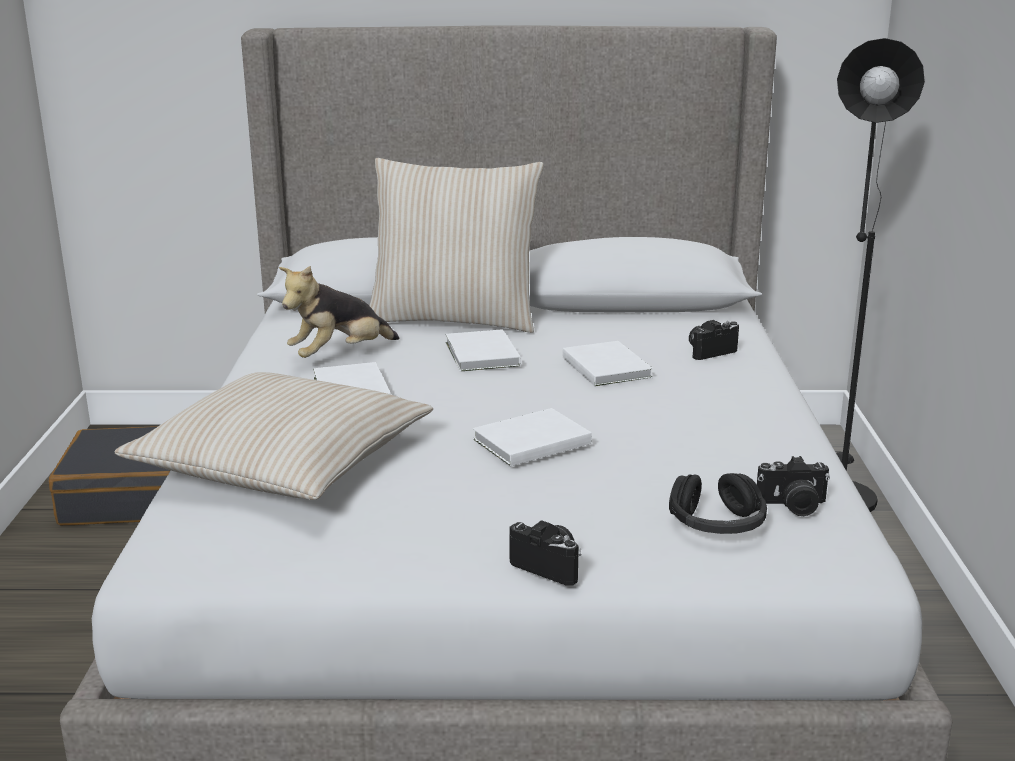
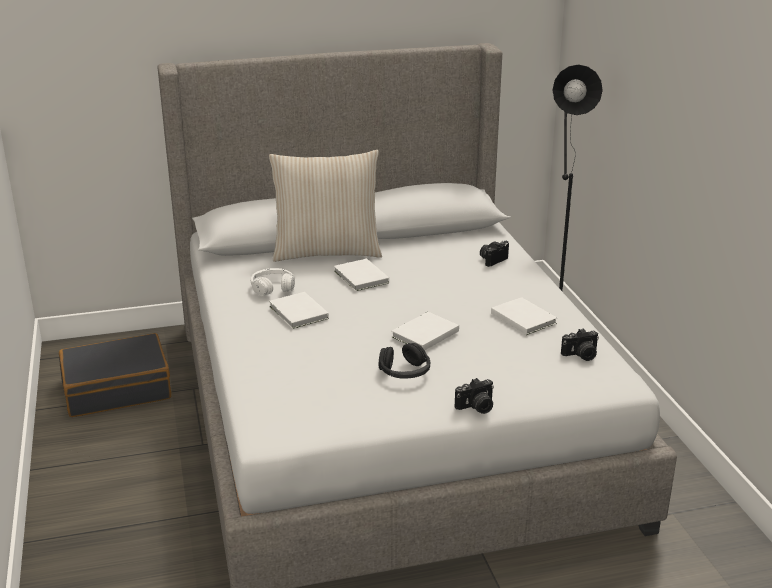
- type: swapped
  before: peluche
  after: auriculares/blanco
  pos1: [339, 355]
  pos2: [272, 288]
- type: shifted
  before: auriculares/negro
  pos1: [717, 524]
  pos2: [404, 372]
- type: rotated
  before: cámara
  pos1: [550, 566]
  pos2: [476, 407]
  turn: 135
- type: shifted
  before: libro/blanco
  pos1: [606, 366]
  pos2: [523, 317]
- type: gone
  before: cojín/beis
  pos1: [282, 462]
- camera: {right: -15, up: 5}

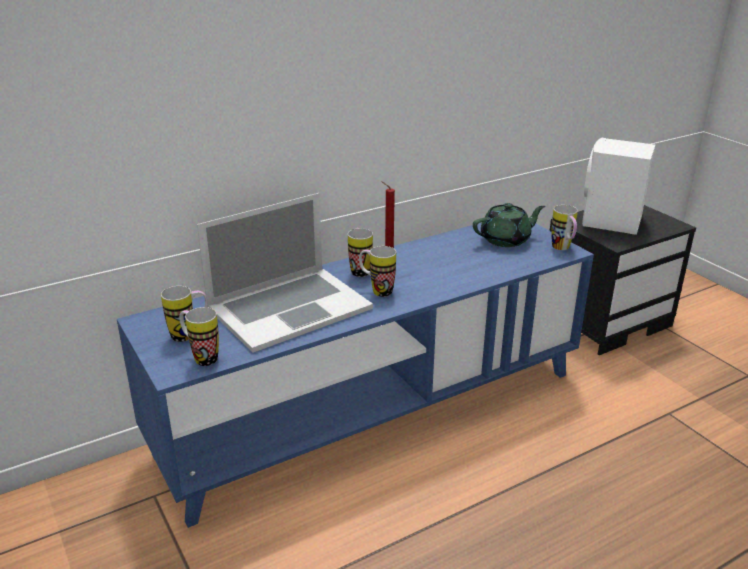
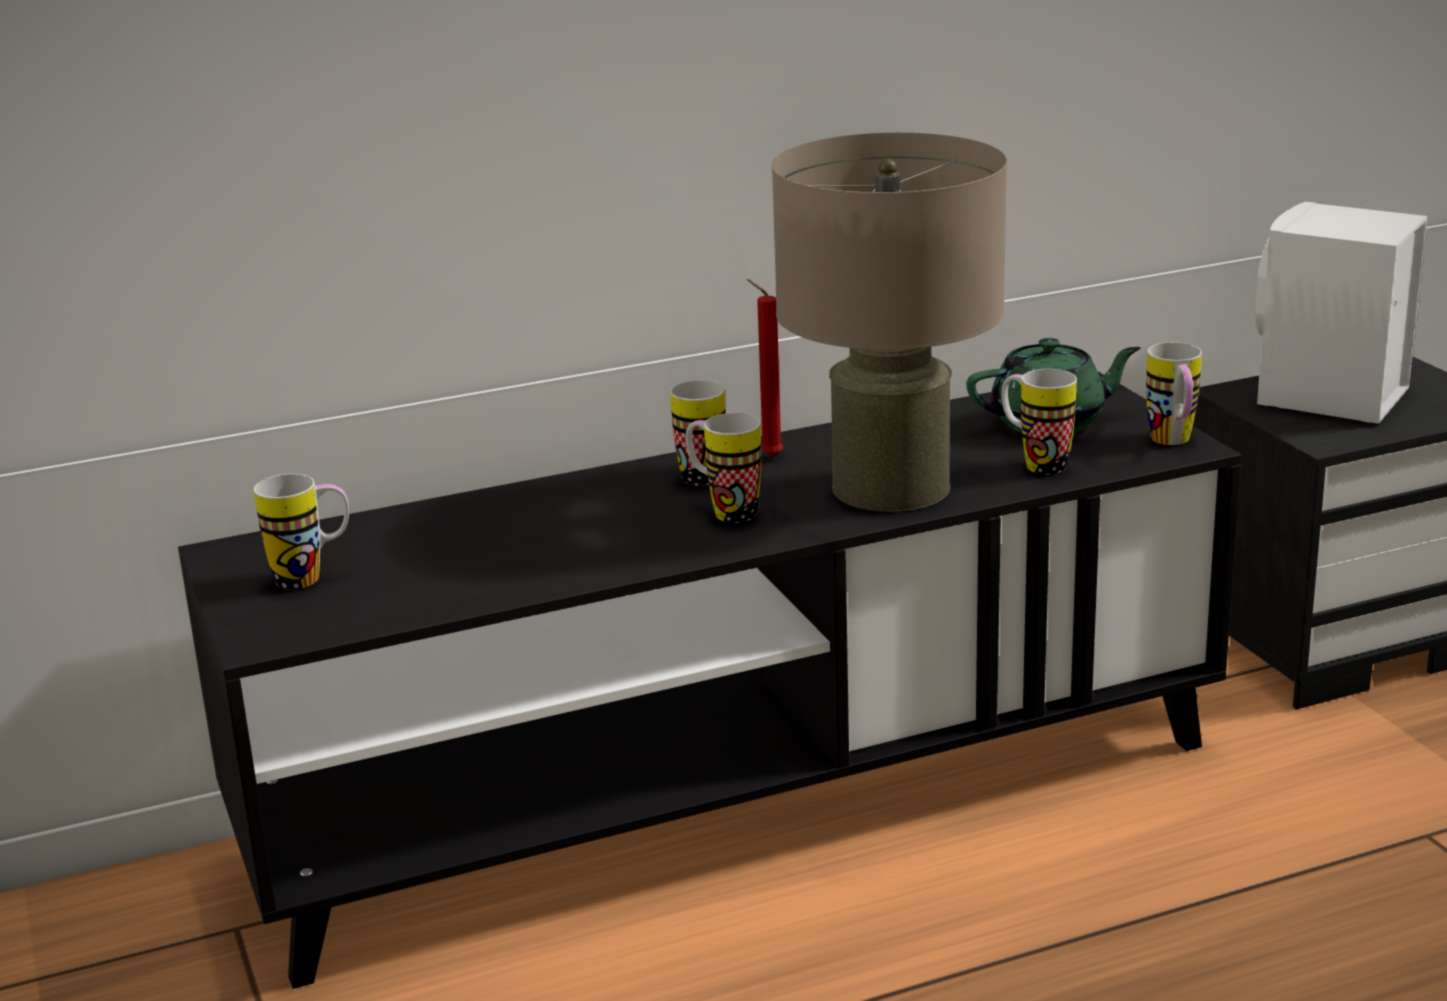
- type: repainted
  before: mueble de televisión/azul
  after: mueble de televisión/negro
  pos1: [373, 412]
  pos2: [736, 799]
- type: new
  after: lámpara de mesa/beis
  pos2: [890, 487]
- type: shifted
  before: taza grande
  pos1: [201, 357]
  pos2: [1035, 463]
- type: gone
  before: portátil
  pos1: [289, 307]
- camera: {right: 10, up: -5}

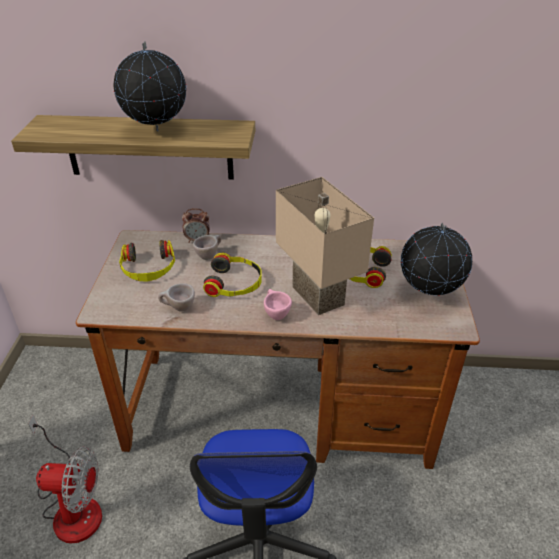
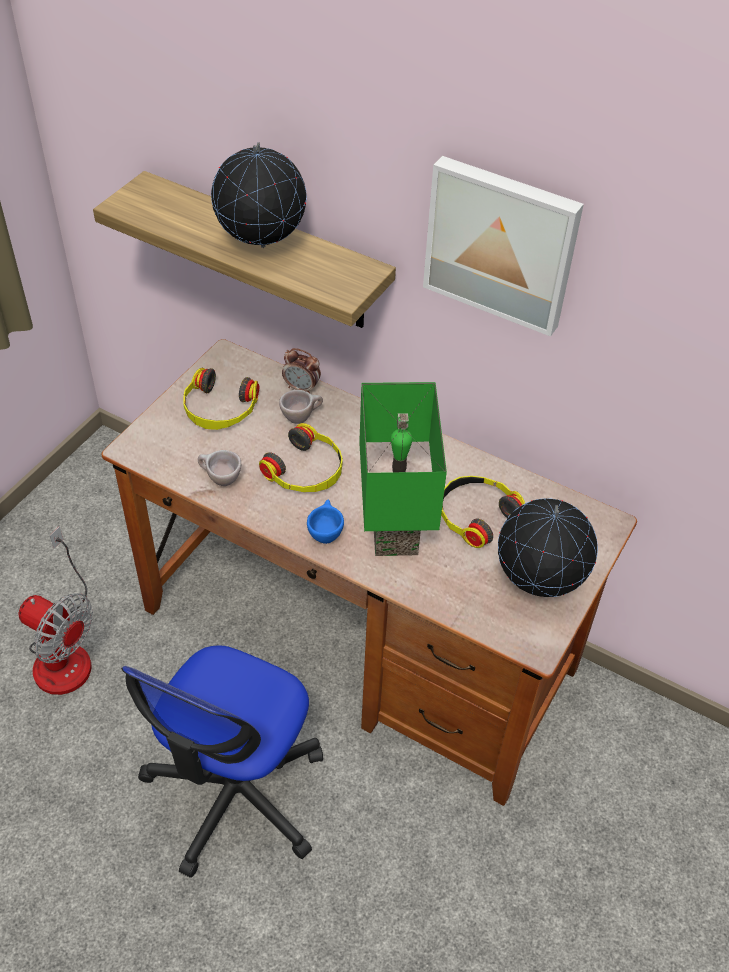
- type: repainted
  before: taza/rosa
  after: taza/azul
  pos1: [275, 314]
  pos2: [325, 533]
- type: repainted
  before: lámpara de mesa/beis
  after: lámpara de mesa/verde
  pos1: [320, 295]
  pos2: [398, 529]
- type: new
  after: cuadro
  pos2: [501, 243]
- camera: {right: 25, up: 10}

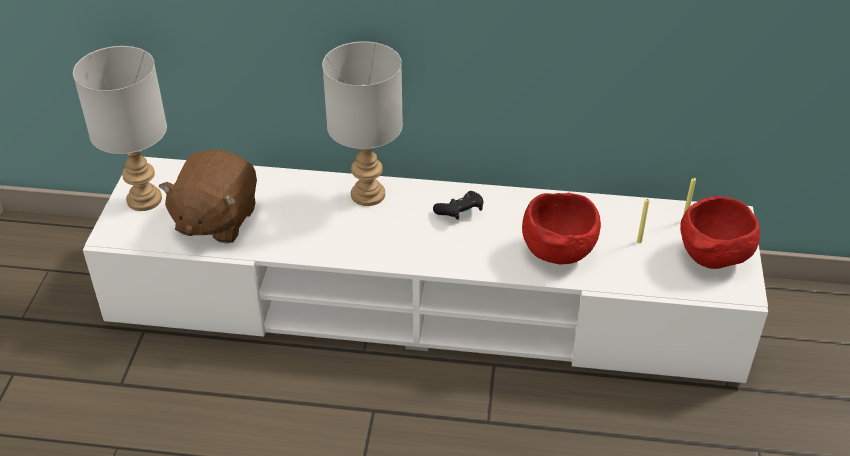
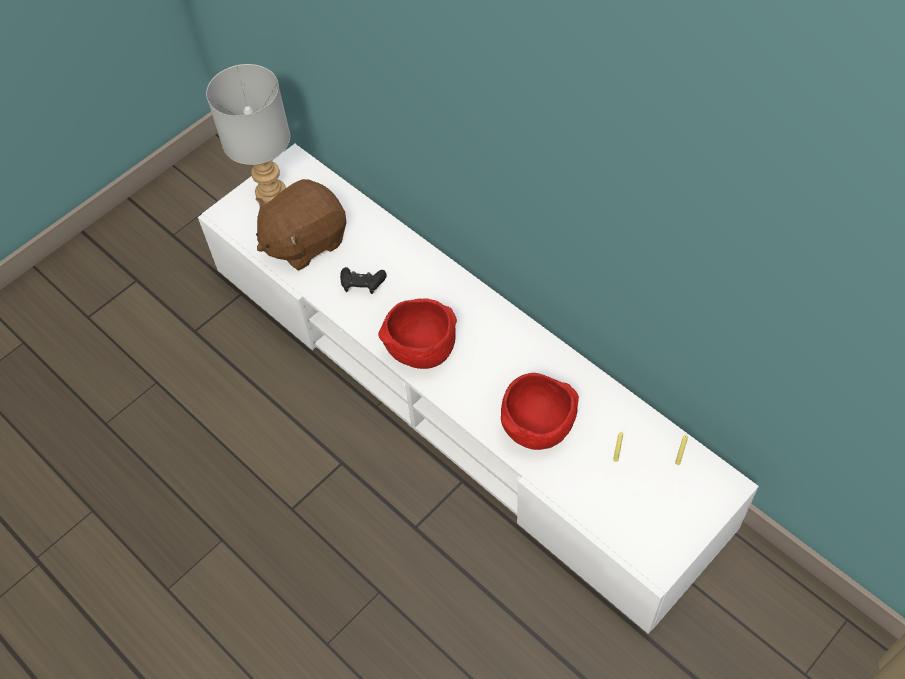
- type: shifted
  before: mando de consola/negro
  pos1: [460, 213]
  pos2: [362, 285]
- type: shifted
  before: cuenco/rojo
  pos1: [713, 258]
  pos2: [420, 352]
- type: gone
  before: lámpara de mesa/gris
  pos1: [367, 195]
- camera: {right: 40, up: 15}

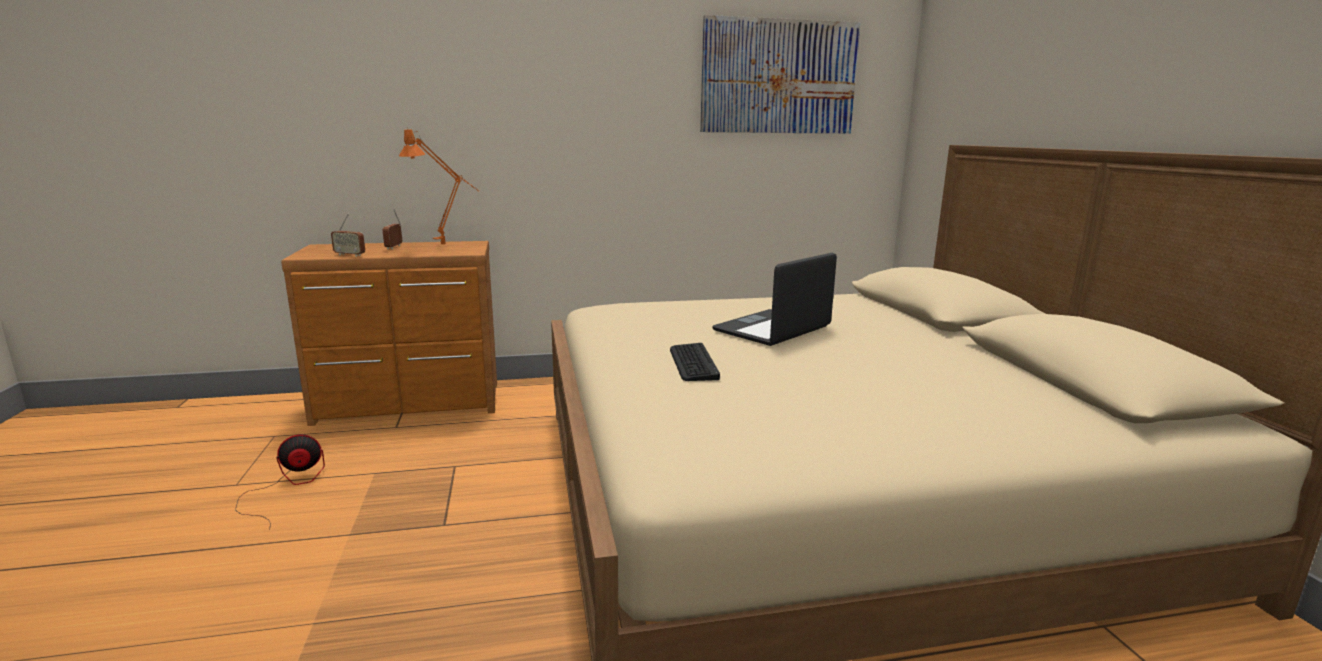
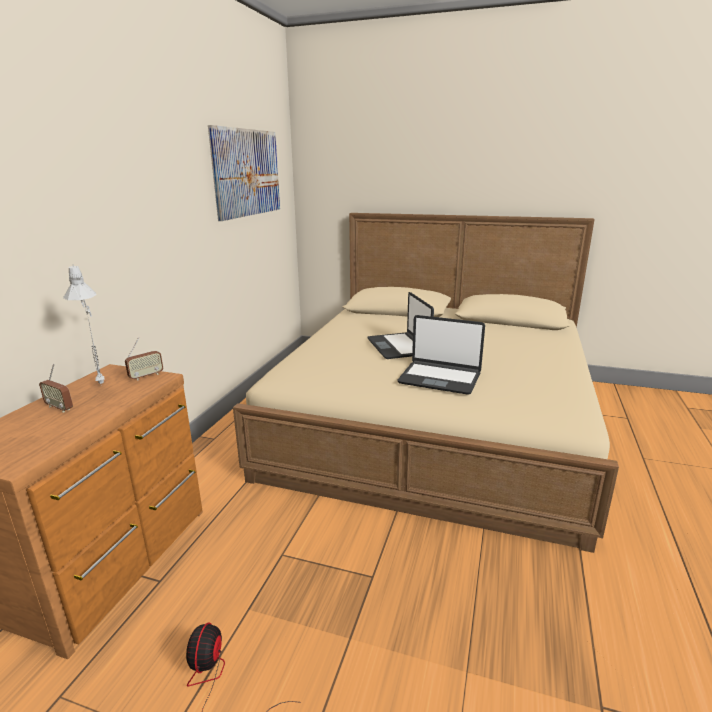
- type: repainted
  before: lámpara de mesa/naranja
  after: lámpara de mesa/gris
  pos1: [448, 245]
  pos2: [101, 382]
- type: shifted
  before: radio
  pos1: [350, 255]
  pos2: [146, 376]
- type: swapped
  before: teclado
  after: portátil
  pos1: [693, 363]
  pos2: [439, 378]
- camera: {right: -60, up: 5}

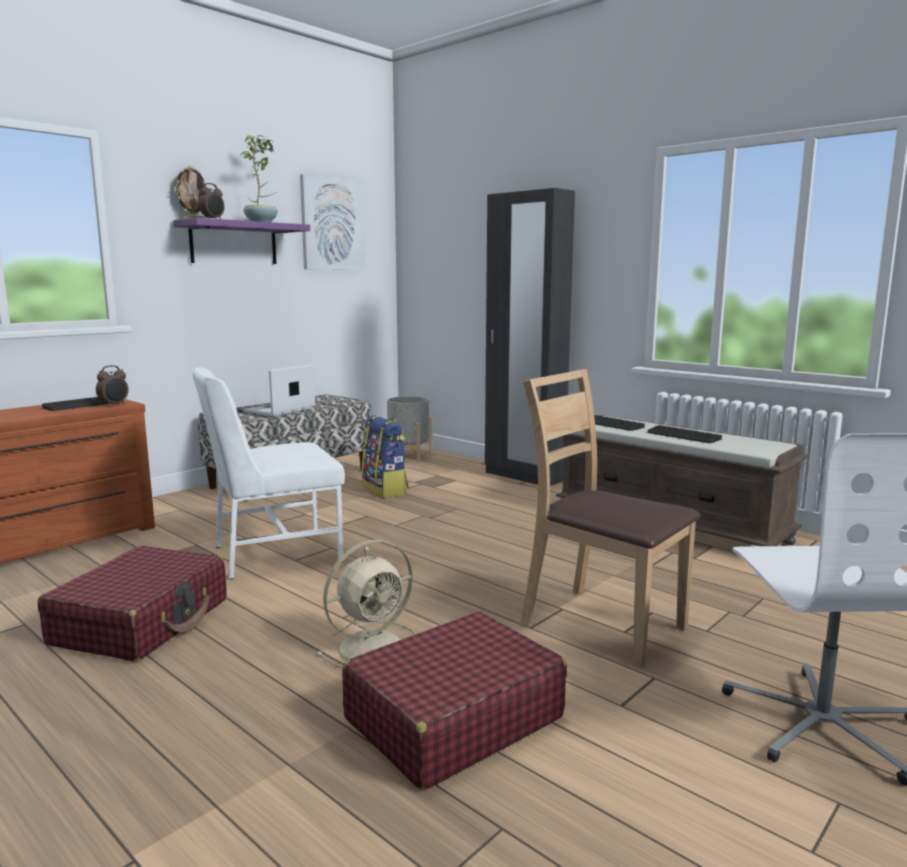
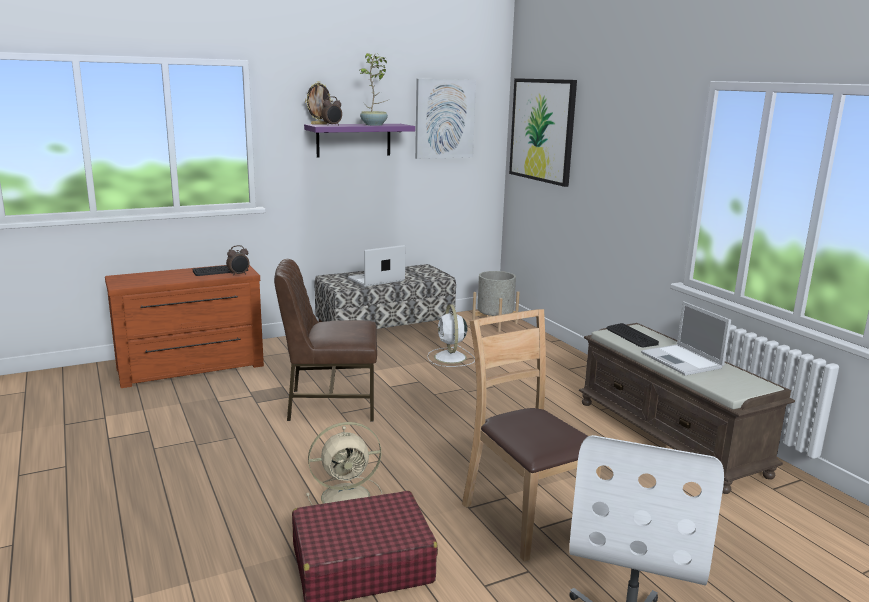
- type: repainted
  before: silla/blanco
  after: silla/marrón
  pos1: [274, 553]
  pos2: [330, 404]
- type: swapped
  before: mochila
  after: ventilador/blanco
  pos1: [386, 490]
  pos2: [450, 358]
- type: new
  after: cuadro
  pos2: [542, 130]
- type: swapped
  before: teclado
  after: portátil
  pos1: [683, 435]
  pos2: [682, 361]
- type: gone
  before: maleta/rojo
  pos1: [142, 621]
- type: gone
  before: armario ropero/negro
  pos1: [523, 476]
- camera: {right: 20, up: 5}

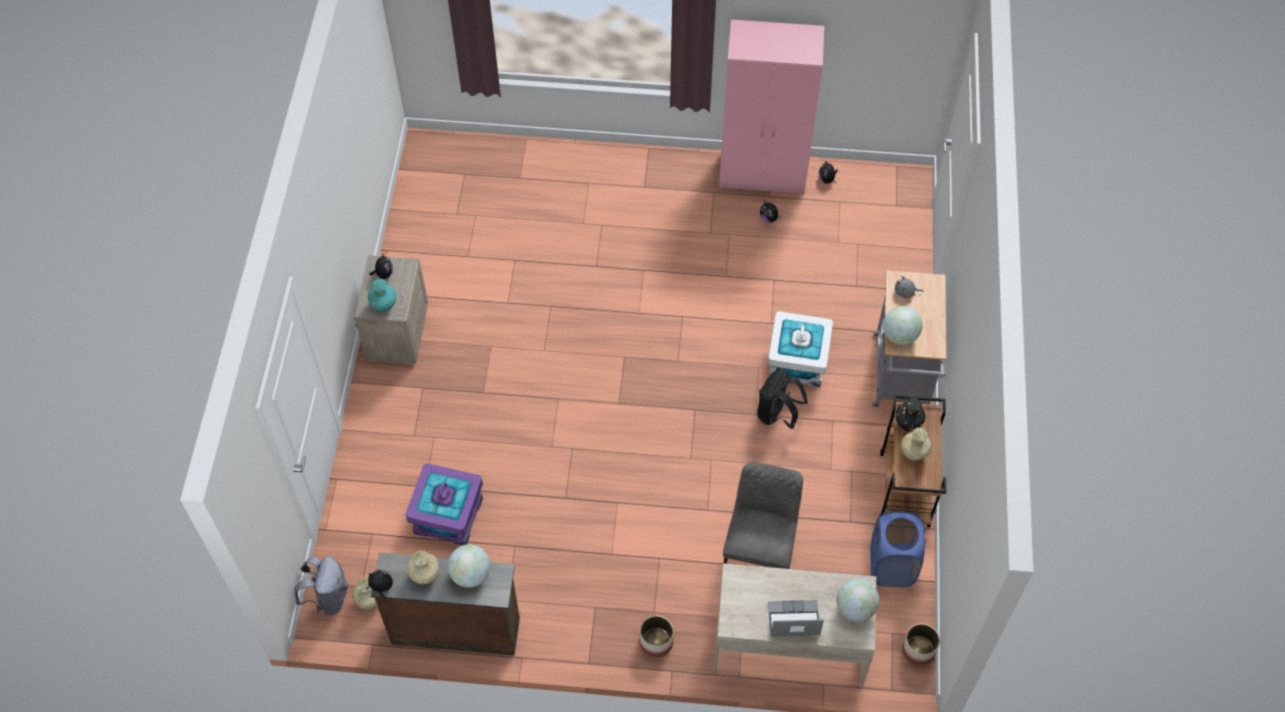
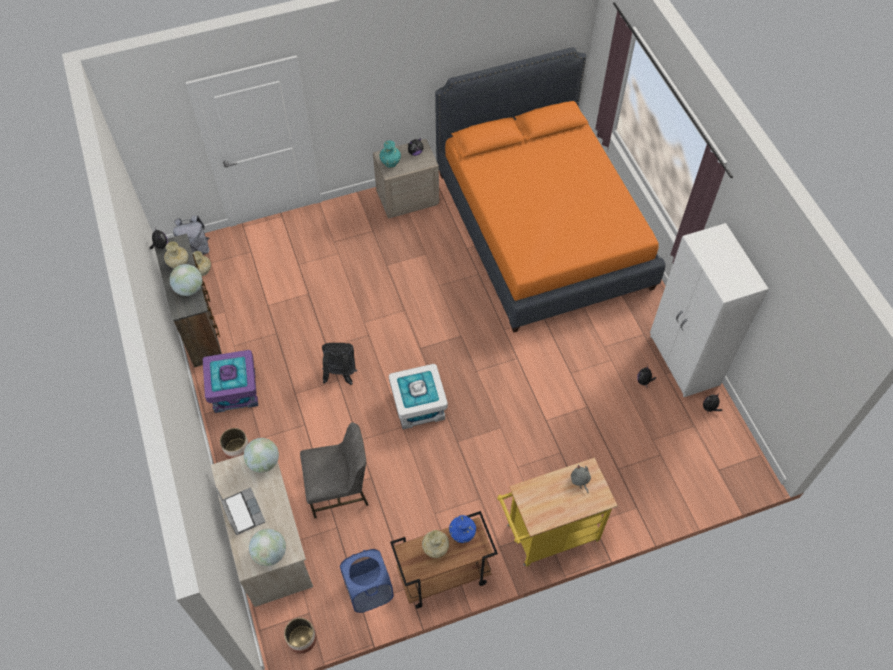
- type: shifted
  before: caja de almacenaje/morado
  pos1: [448, 515]
  pos2: [235, 390]
- type: shifted
  before: globo terráqueo
  pos1: [899, 335]
  pos2: [264, 462]
- type: shifted
  before: mochila/negro
  pos1: [777, 414]
  pos2: [340, 374]
- type: shifted
  before: caja de almacenaje/blanco
  pos1: [797, 361]
  pos2: [418, 406]
- type: new
  after: cama/naranja
  pos2: [542, 229]
- type: repainted
  before: florero/negro
  after: florero/azul
  pos1: [907, 423]
  pos2: [462, 534]
- type: repainted
  before: carrito/gris
  after: carrito/amarillo
  pos1: [900, 378]
  pos2: [547, 535]
- type: repainted
  before: armario ropero/rosa
  after: armario ropero/blanco
  pos1: [763, 174]
  pos2: [683, 361]
- camera: {right: 65, up: 0}

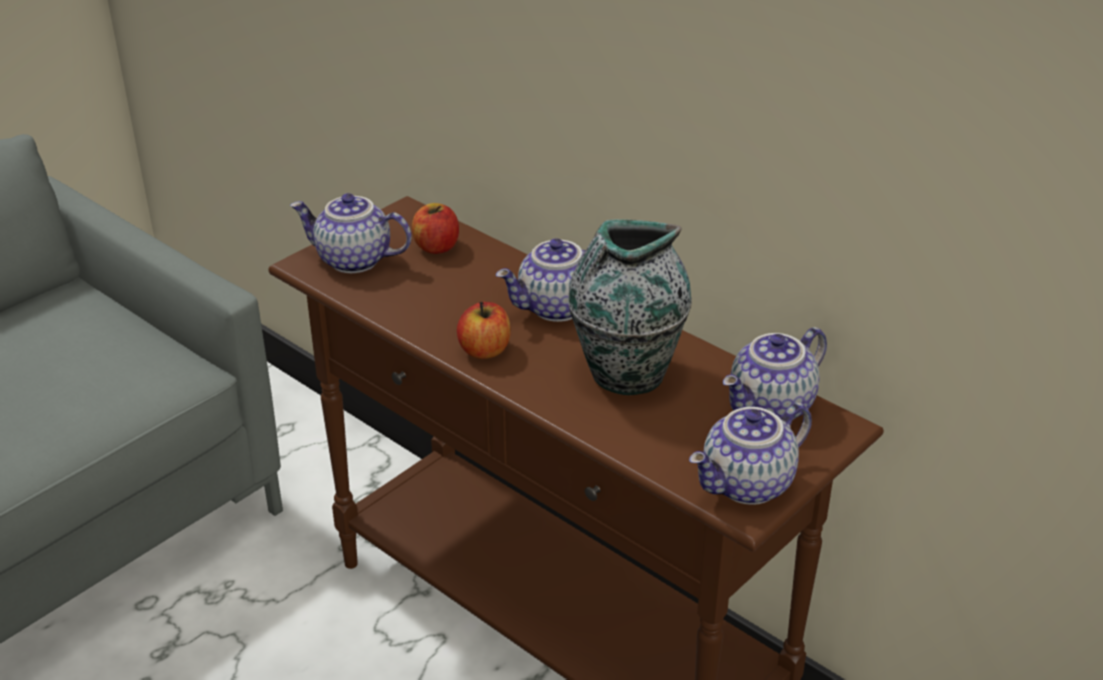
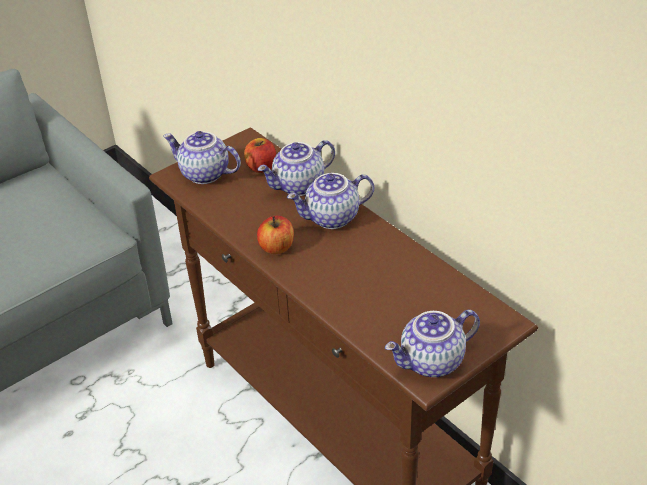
- type: shifted
  before: tetera
  pos1: [772, 407]
  pos2: [299, 186]
- type: gone
  before: florero
  pos1: [625, 374]
- camera: {right: 10, up: 5}

